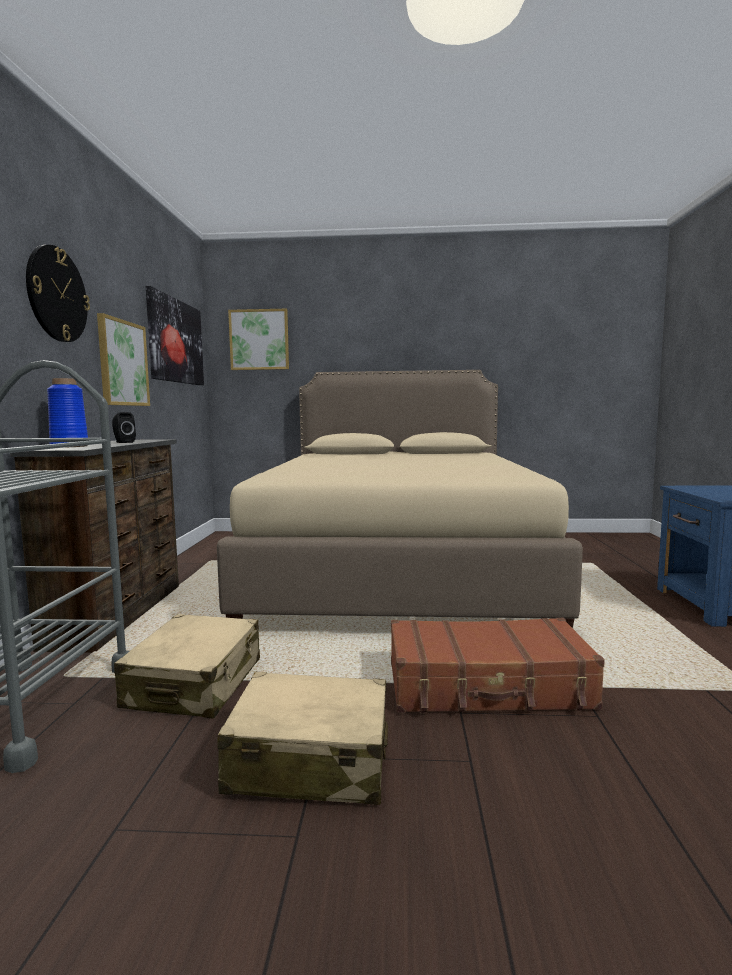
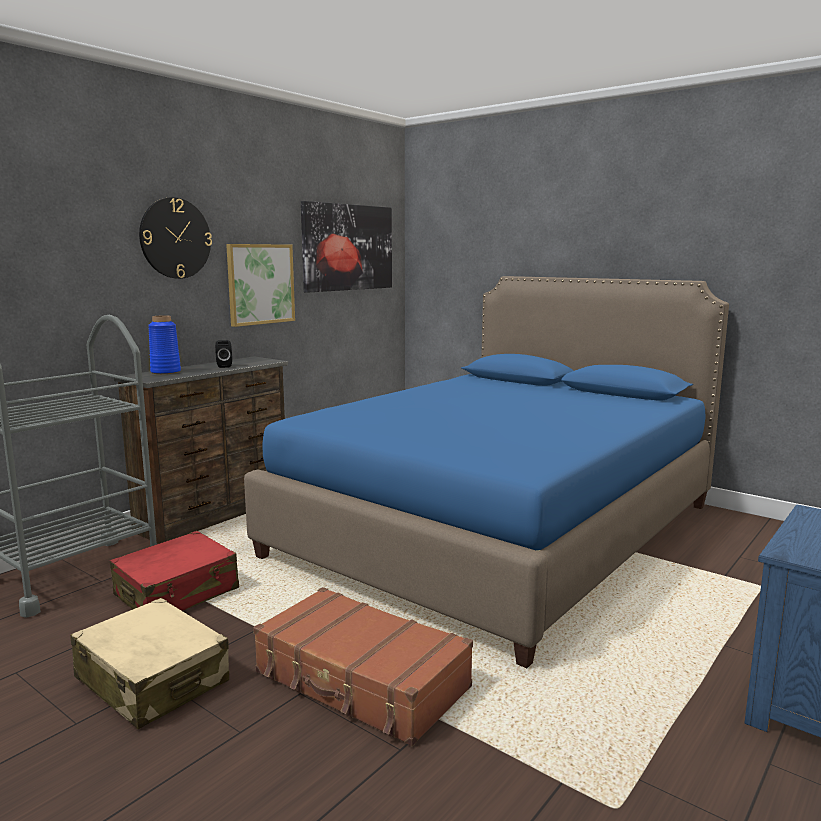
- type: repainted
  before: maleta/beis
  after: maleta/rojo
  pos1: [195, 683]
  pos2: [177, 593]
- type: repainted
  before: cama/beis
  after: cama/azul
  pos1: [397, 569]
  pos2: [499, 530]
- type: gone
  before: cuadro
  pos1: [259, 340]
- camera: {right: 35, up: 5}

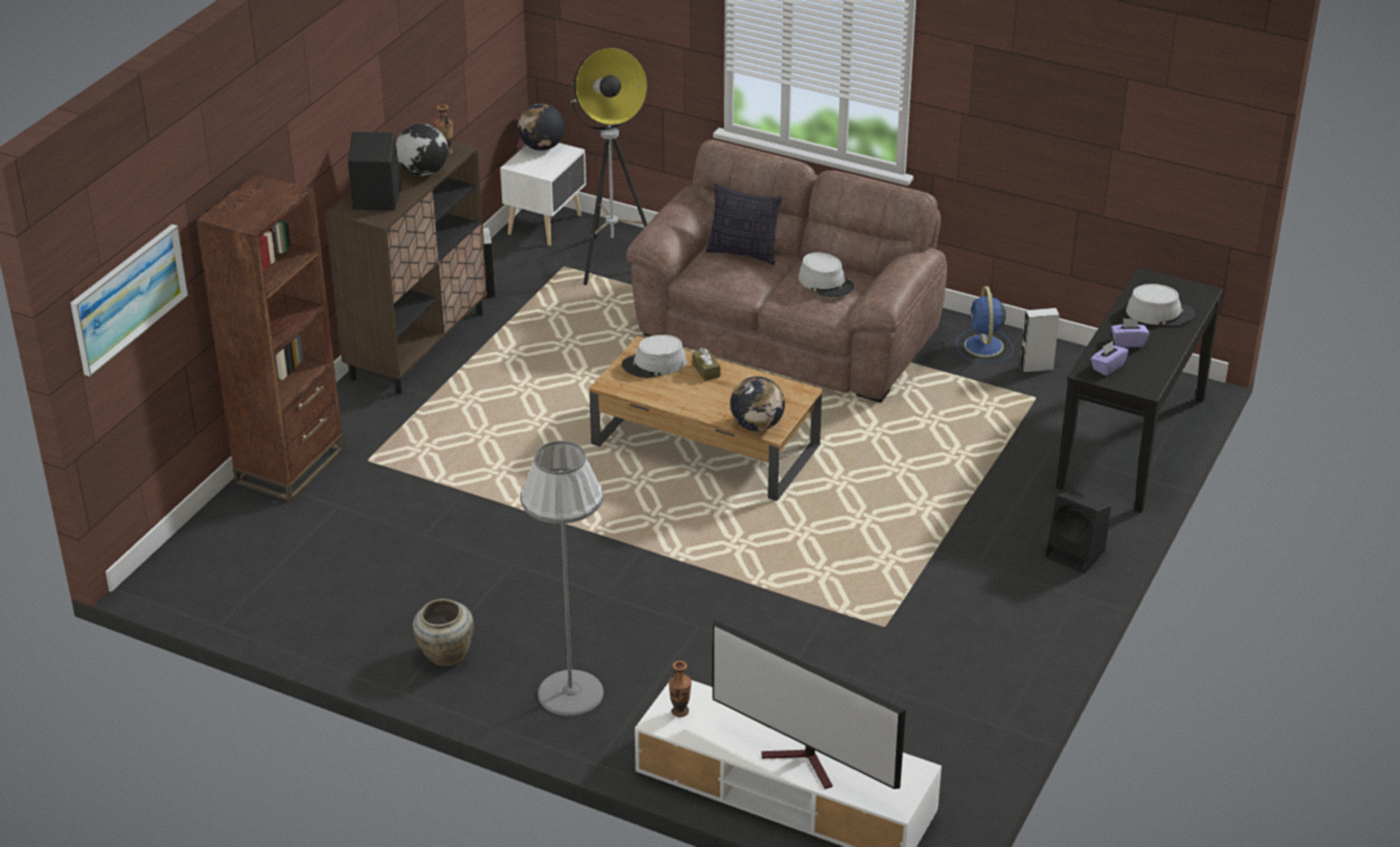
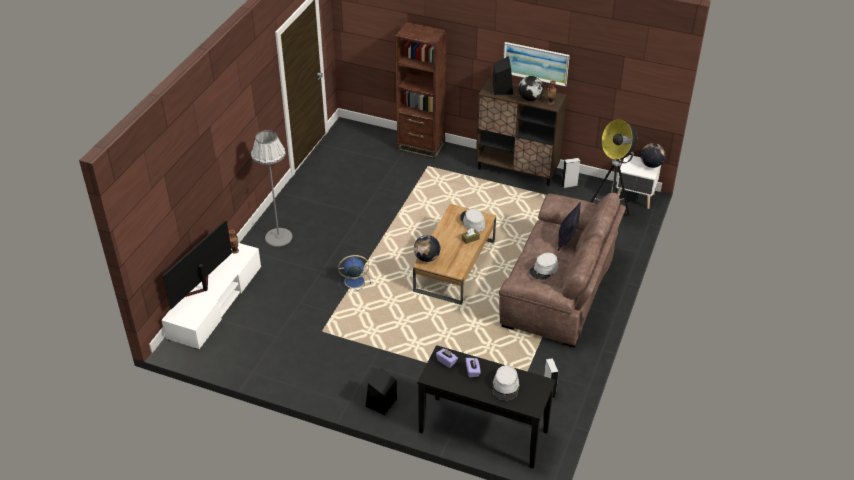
- type: shifted
  before: ventilador/azul
  pos1: [984, 347]
  pos2: [353, 281]
- type: shifted
  before: cuadro
  pos1: [128, 298]
  pos2: [535, 63]
- type: gone
  before: florero/beis
  pos1: [445, 655]
- camera: {right: 85, up: 5}

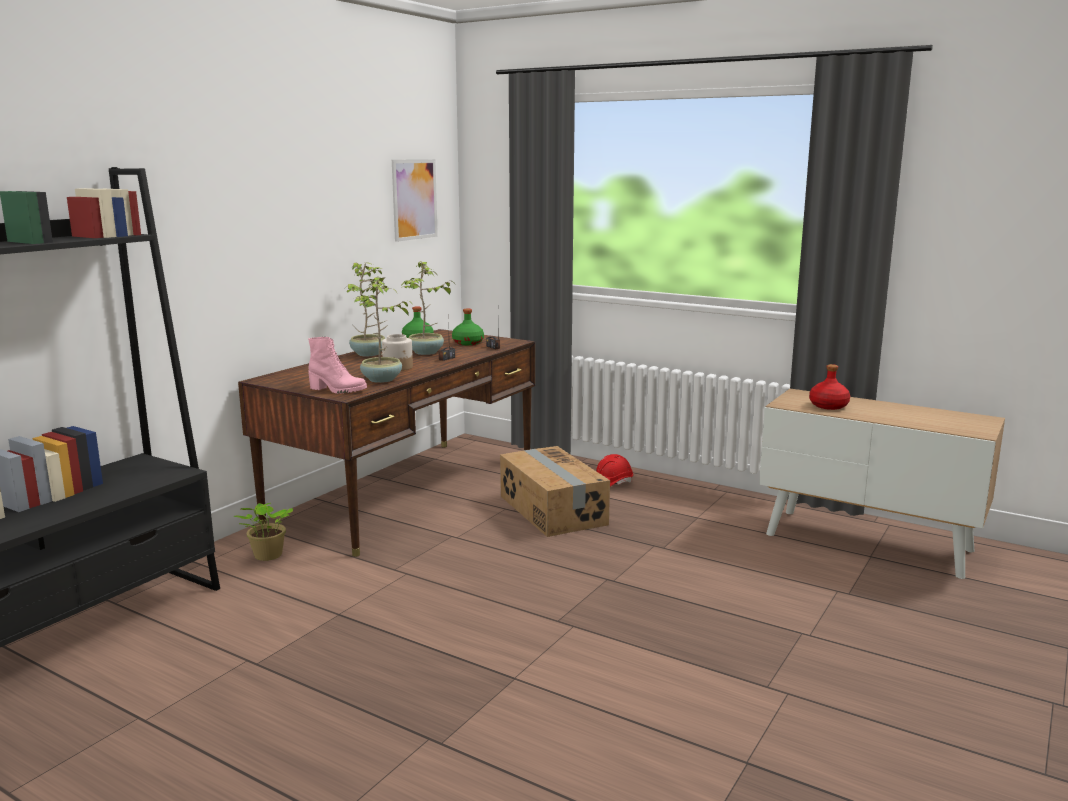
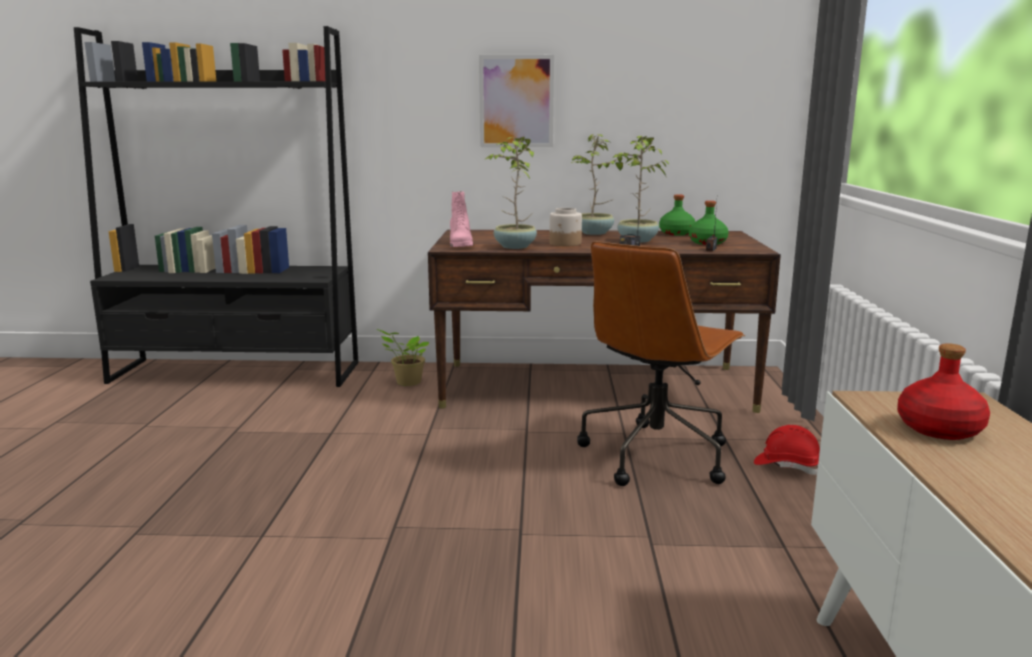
- type: shifted
  before: cuadro
  pos1: [414, 199]
  pos2: [516, 101]
- type: swapped
  before: caja de cartón
  after: silla de oficina/marrón
  pos1: [551, 510]
  pos2: [655, 454]
- camera: {right: 60, up: 0}

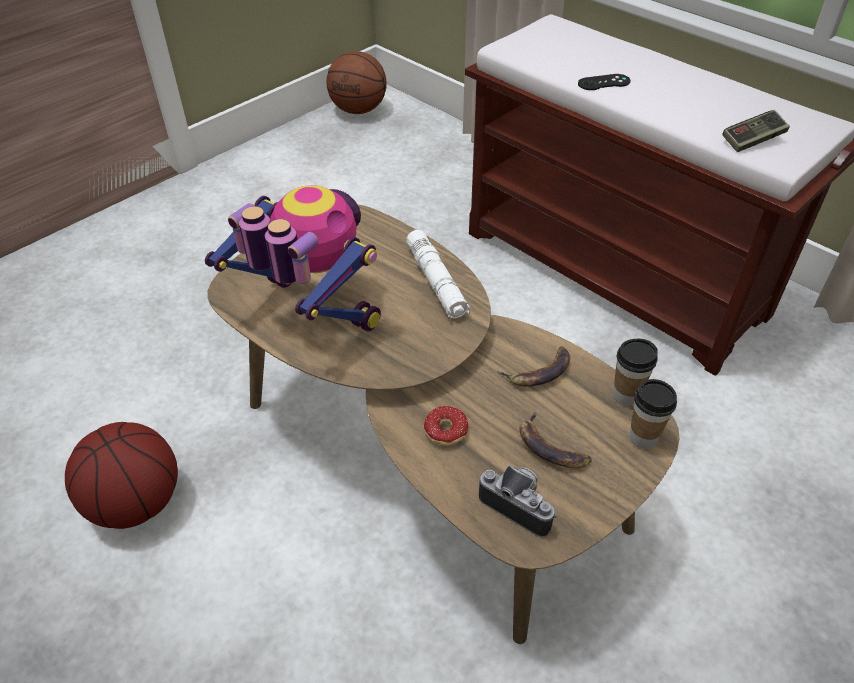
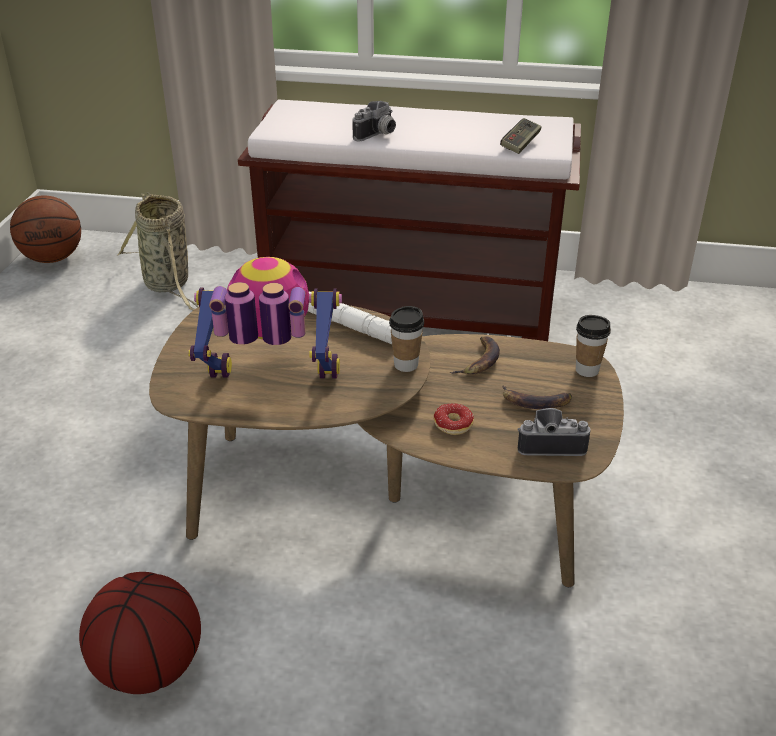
- type: new
  after: cesta
  pos2: [168, 285]
- type: swapped
  before: mando de consola/negro
  after: cámara
  pos1: [604, 82]
  pos2: [378, 135]
- type: shifted
  before: taza
  pos1: [626, 396]
  pos2: [406, 365]
- camera: {right: -35, up: -10}

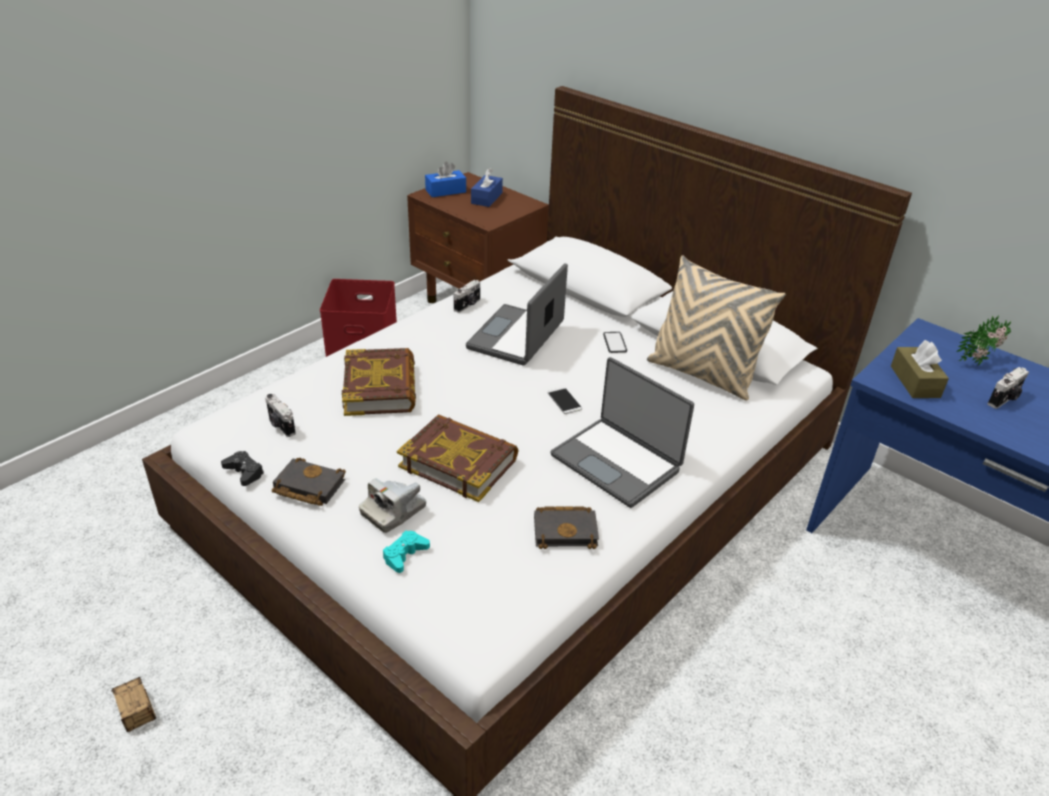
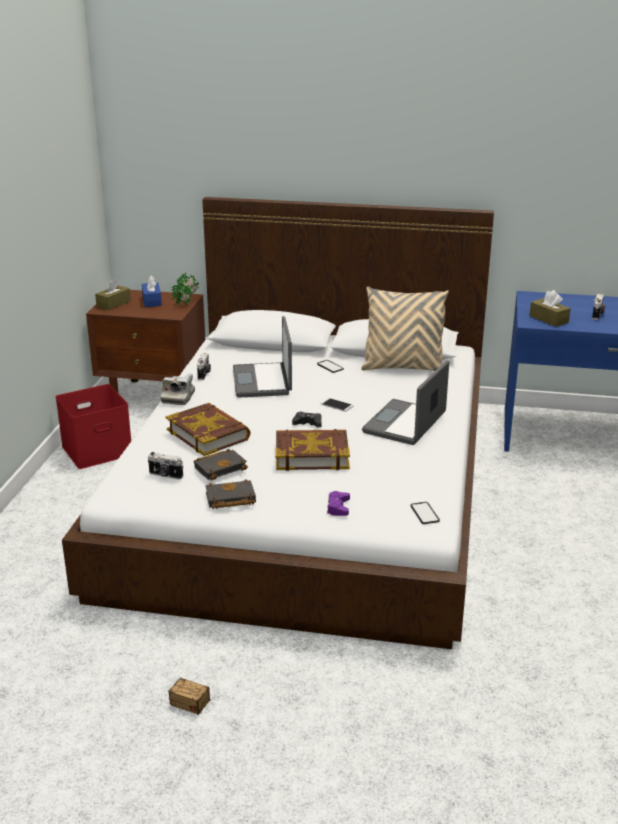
- type: repainted
  before: caja de pañuelos/azul
  after: caja de pañuelos/marrón
  pos1: [445, 191]
  pos2: [113, 304]
- type: shifted
  before: cámara
  pos1: [393, 511]
  pos2: [178, 397]
- type: shifted
  before: planta en maceta
  pos1: [979, 361]
  pos2: [188, 303]
- type: shifted
  before: libro/negro
  pos1: [567, 530]
  pos2: [220, 467]
- type: shifted
  before: mando de consola/negro
  pos1: [244, 472]
  pos2: [308, 423]
- type: repainted
  before: mando de consola/turquesa
  after: mando de consola/morado
  pos1: [405, 555]
  pos2: [338, 507]
- type: rotated
  before: portátil
  pos1: [617, 462]
  pos2: [406, 424]
  turn: 105
- type: new
  after: móvil
  pos2: [424, 513]
- camera: {right: -30, up: -10}

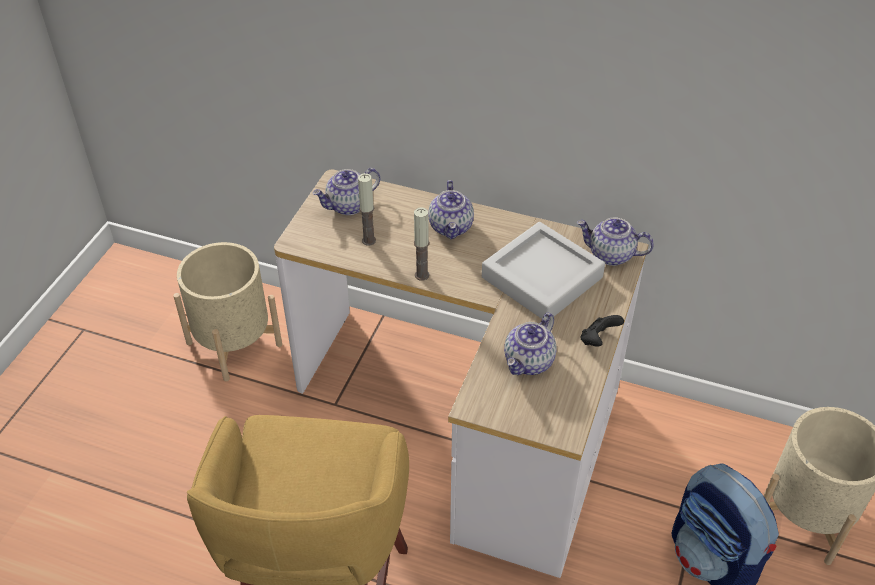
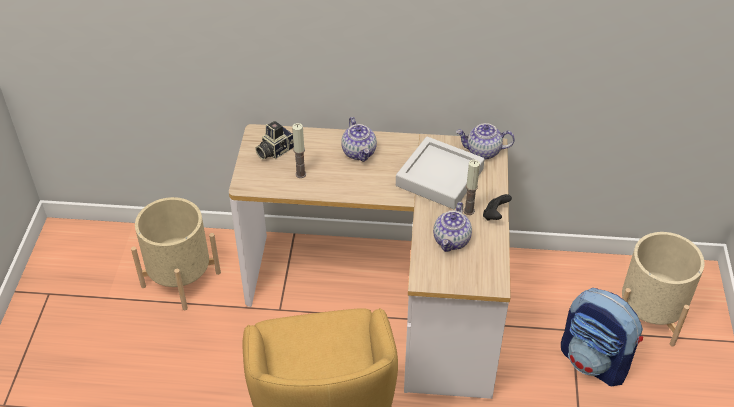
- type: swapped
  before: tetera
  after: cámara
  pos1: [348, 206]
  pos2: [274, 150]
- type: shifted
  before: vela
  pos1: [422, 275]
  pos2: [469, 211]
- camera: {right: -15, up: 0}

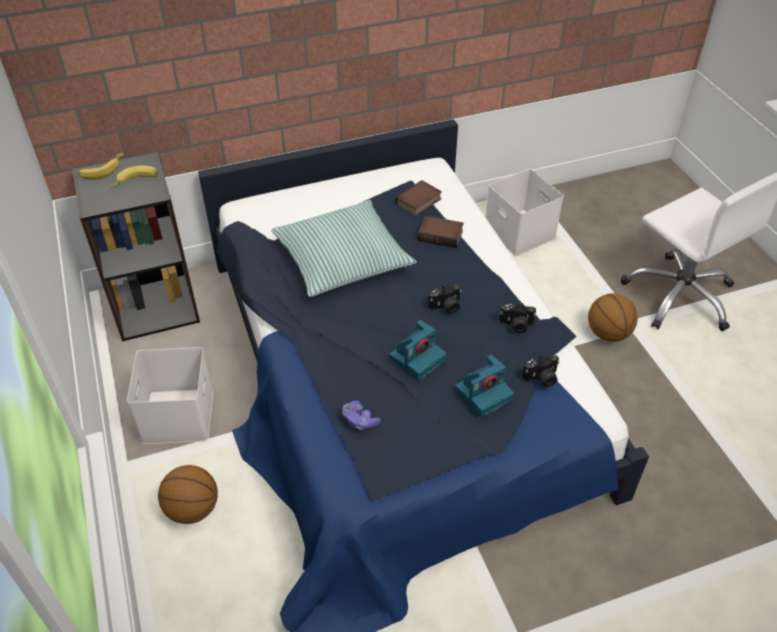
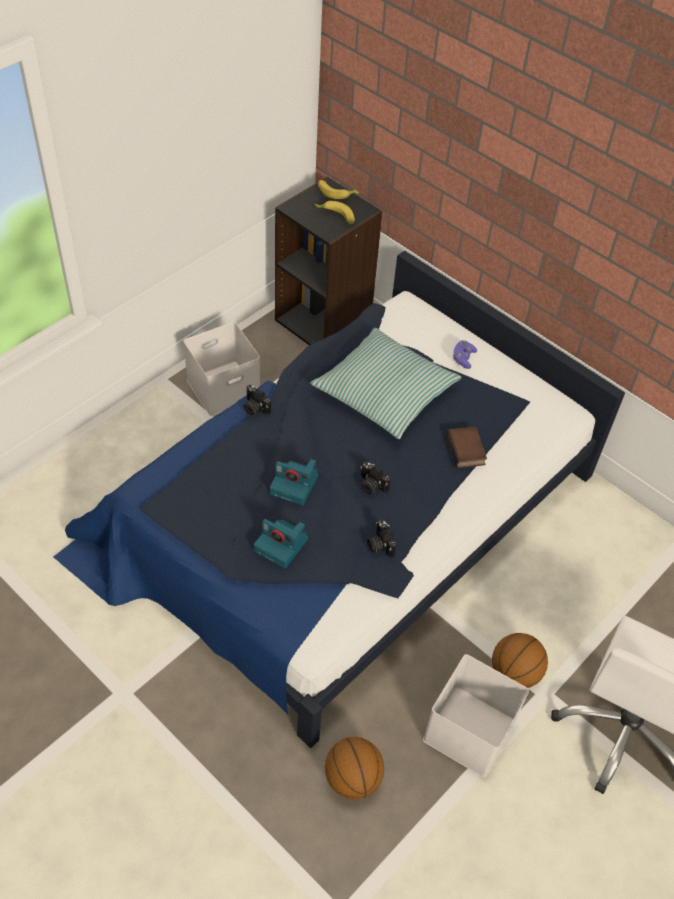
- type: shifted
  before: cámara
  pos1: [541, 379]
  pos2: [254, 408]
- type: shifted
  before: balón de baloncesto
  pos1: [193, 509]
  pos2: [352, 779]
- type: shifted
  before: caja de almacenaje/blanco
  pos1: [521, 233]
  pos2: [470, 732]
- type: shifted
  before: mando de consola/morado
  pos1: [360, 421]
  pos2: [463, 358]
- type: gone
  before: libro
  pos1: [419, 202]
- camera: {right: 60, up: 5}

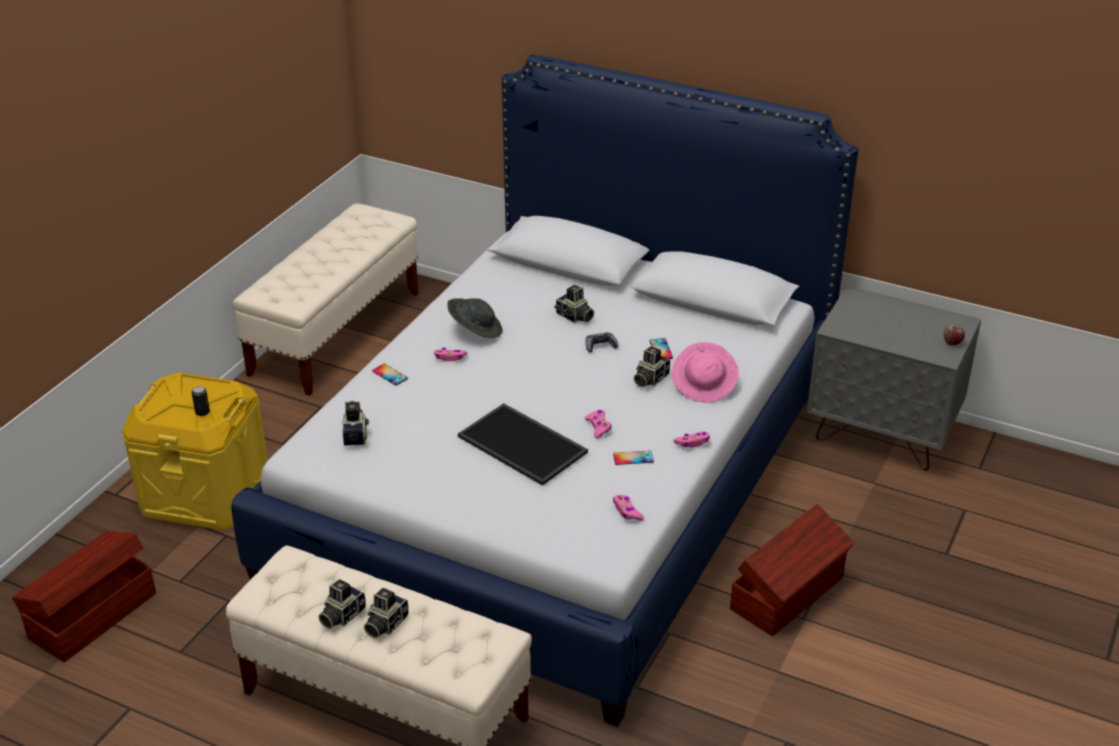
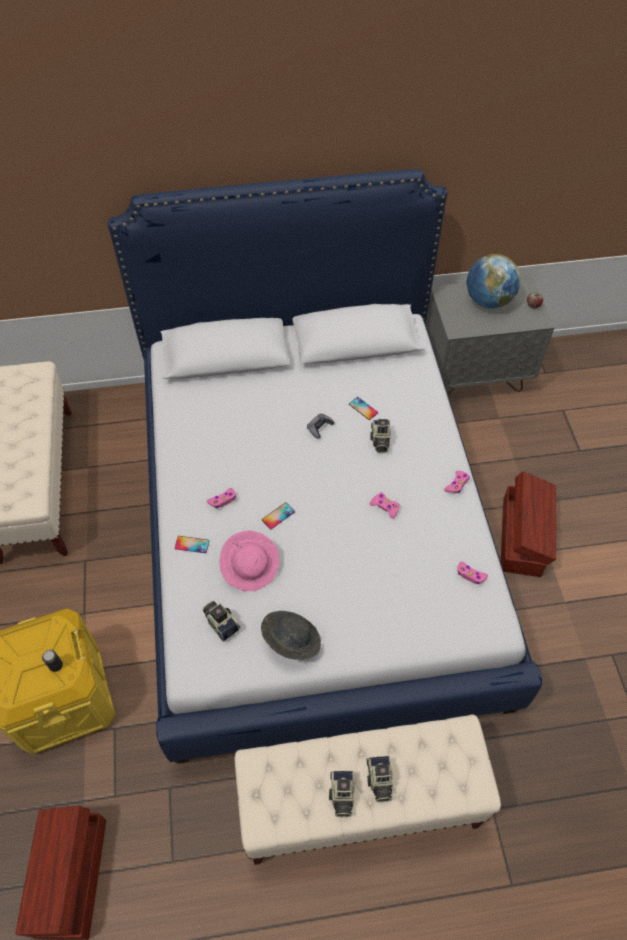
- type: shifted
  before: sombrero/rosa
  pos1: [705, 385]
  pos2: [251, 567]
- type: shifted
  before: sombrero/gris
  pos1: [475, 330]
  pos2: [290, 640]
- type: shifted
  before: móvil
  pos1: [633, 458]
  pos2: [278, 516]
- type: new
  after: globo terráqueo
  pos2: [488, 301]
- type: gone
  before: bandeja
  pos1: [524, 444]
- type: gone
  before: cámara
  pos1: [574, 317]
- camera: {right: -35, up: 20}

